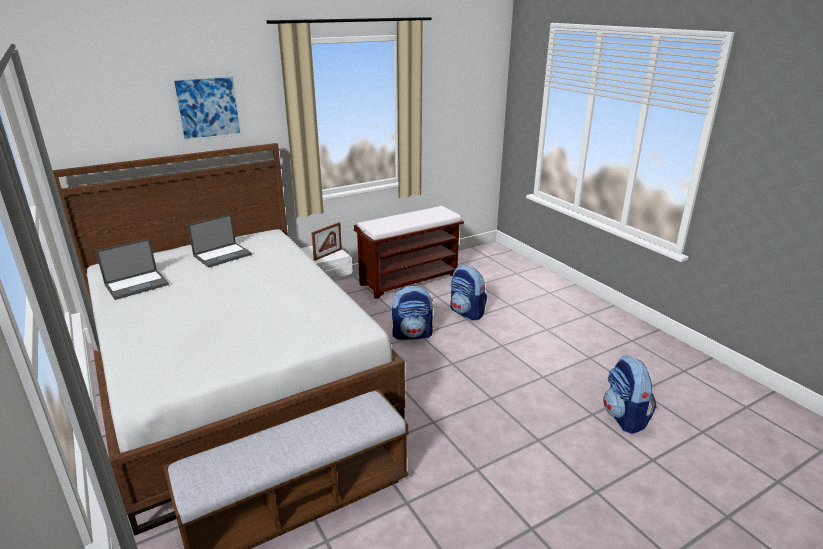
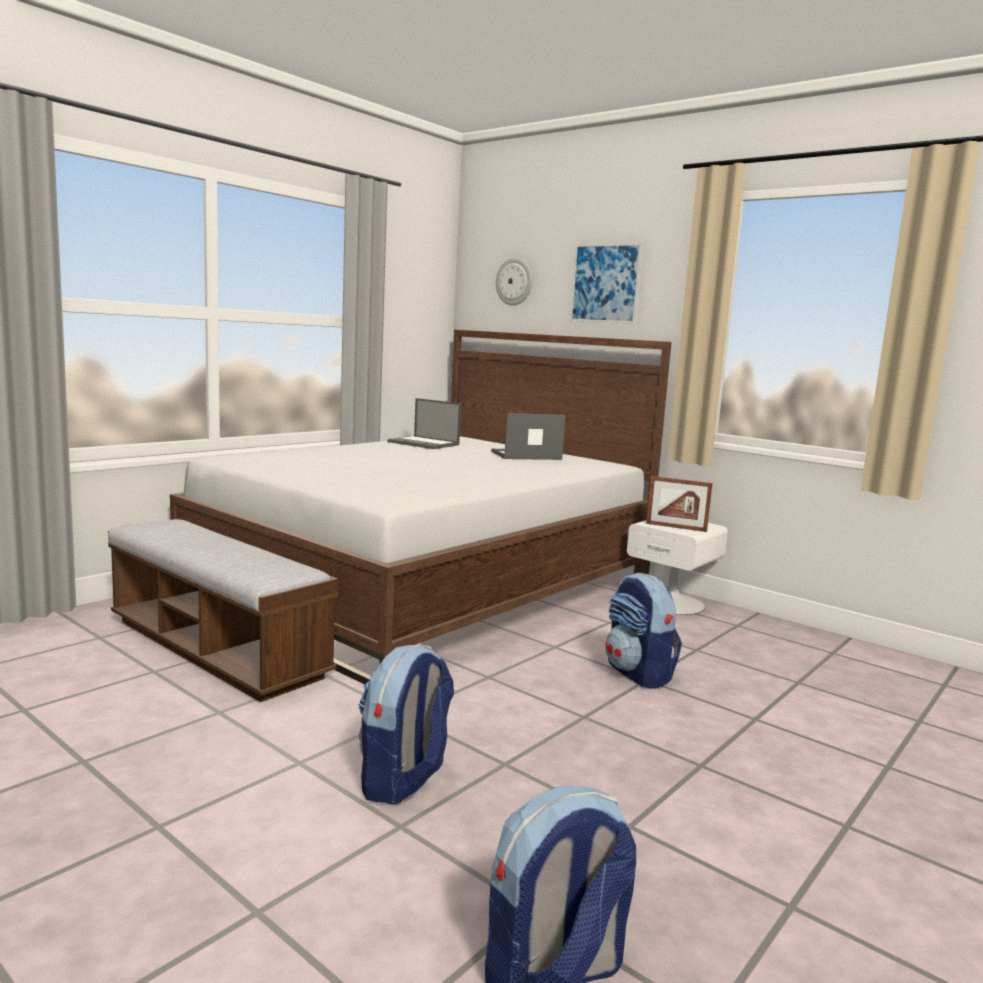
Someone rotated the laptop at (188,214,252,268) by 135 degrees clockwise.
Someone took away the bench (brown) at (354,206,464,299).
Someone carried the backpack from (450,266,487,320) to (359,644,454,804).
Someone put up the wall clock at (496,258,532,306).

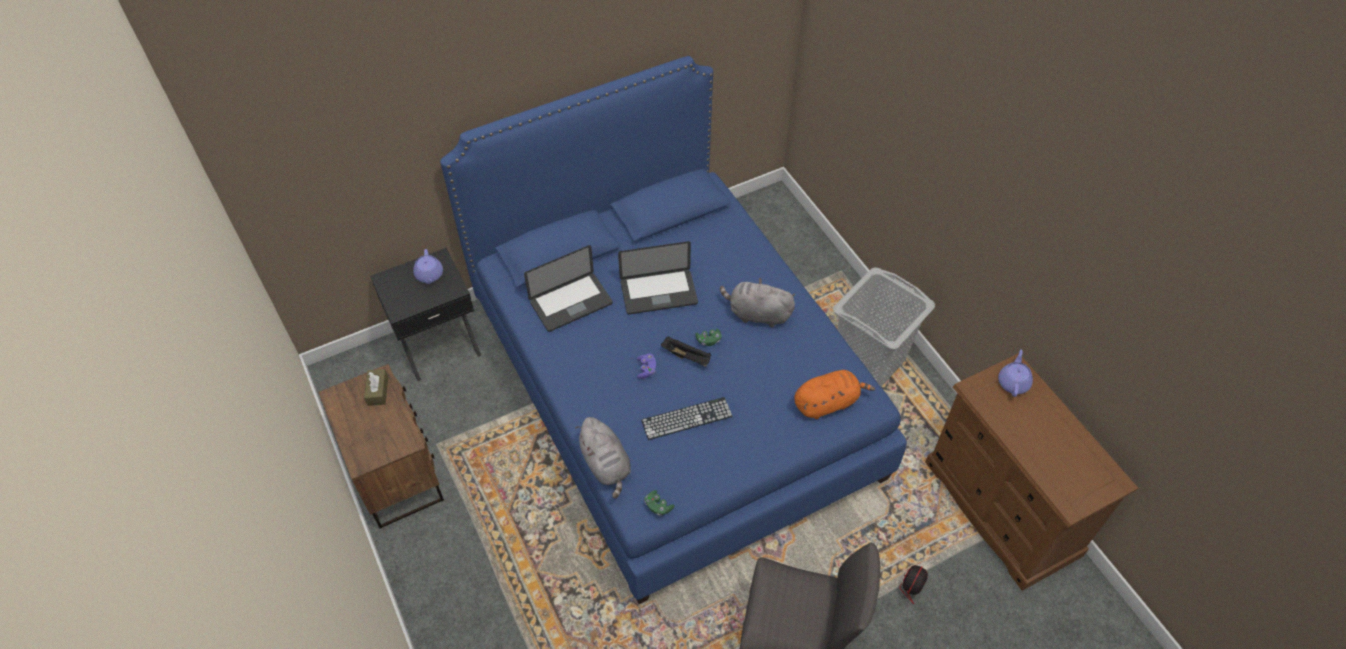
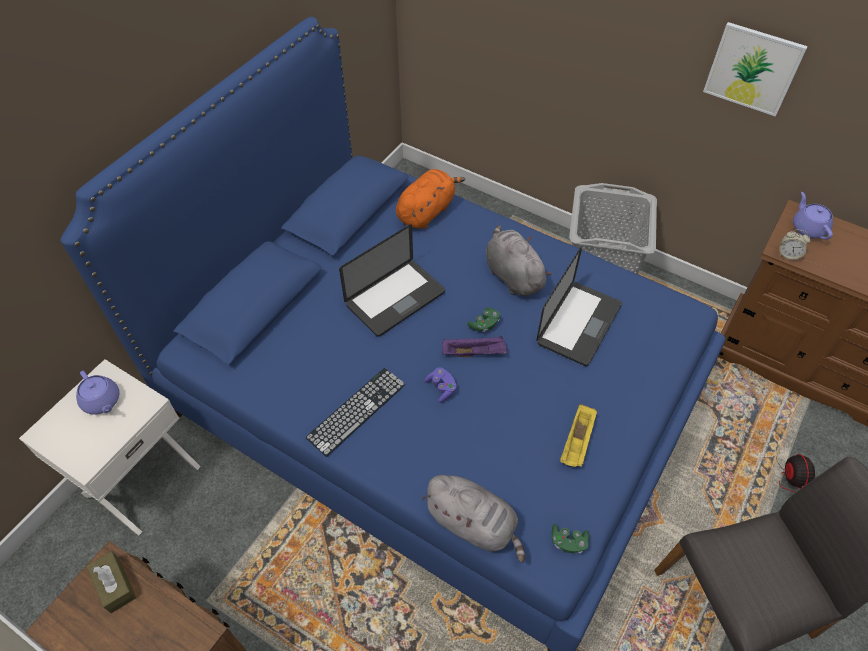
Someone repainted the nightstand (black) at (370,248,481,381), which became the nightstand (white) at (19,359,201,535).
Someone carried the laptop from (524,245,613,332) to (536,247,622,366).
Someone carried the keyboard from (641,397,733,440) to (305,368,406,457).
Someone repainted the tray (black) at (661,336,711,367), which became the tray (purple) at (442,336,507,357).
Someone rotated the plush toy (grey) at (720,278,795,327) by 75 degrees clockwise.
Someone carried the plush toy (orange) from (794,370,876,419) to (396,169,465,229).
Someone put down the tray (yellow) at (560,404,597,467).
Someone put up the picture at (703,22,808,117).
Someone put down the alarm clock at (779,229,810,260).

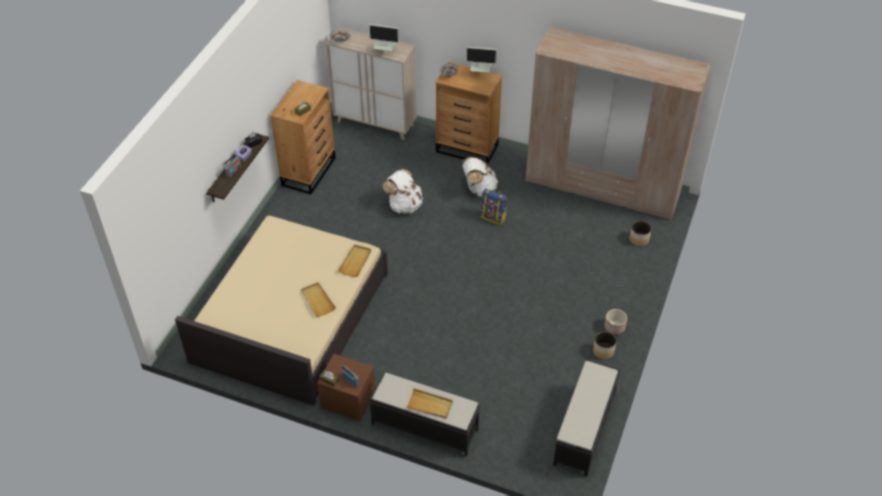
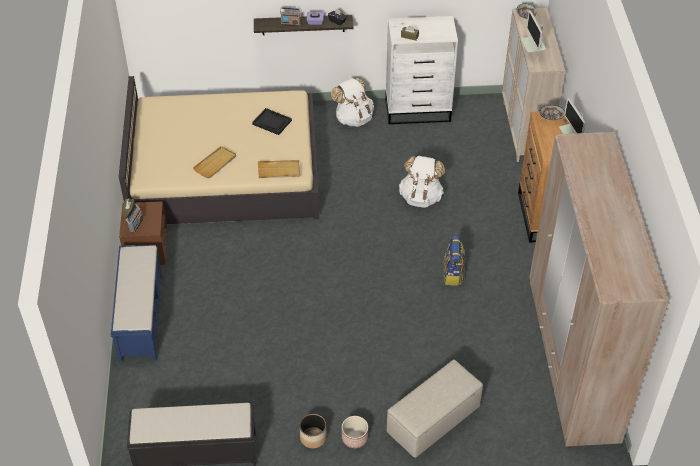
Someone repainted the dresser (brown) at (270,80,336,194), which became the dresser (white) at (385,16,458,125).
Someone repainted the bench (black) at (369,373,481,457), which became the bench (blue) at (111,245,162,362).
Someone took away the tray (beige) at (406,388,453,419).
Someone carried the backpack (white) from (462,157,498,197) to (331,77,374,127).
Someone took away the planter at (630,221,651,246).
Someone put down the tray (black) at (252,108,292,135).
Someone put down the ottoman (beige) at (387,360,483,458).

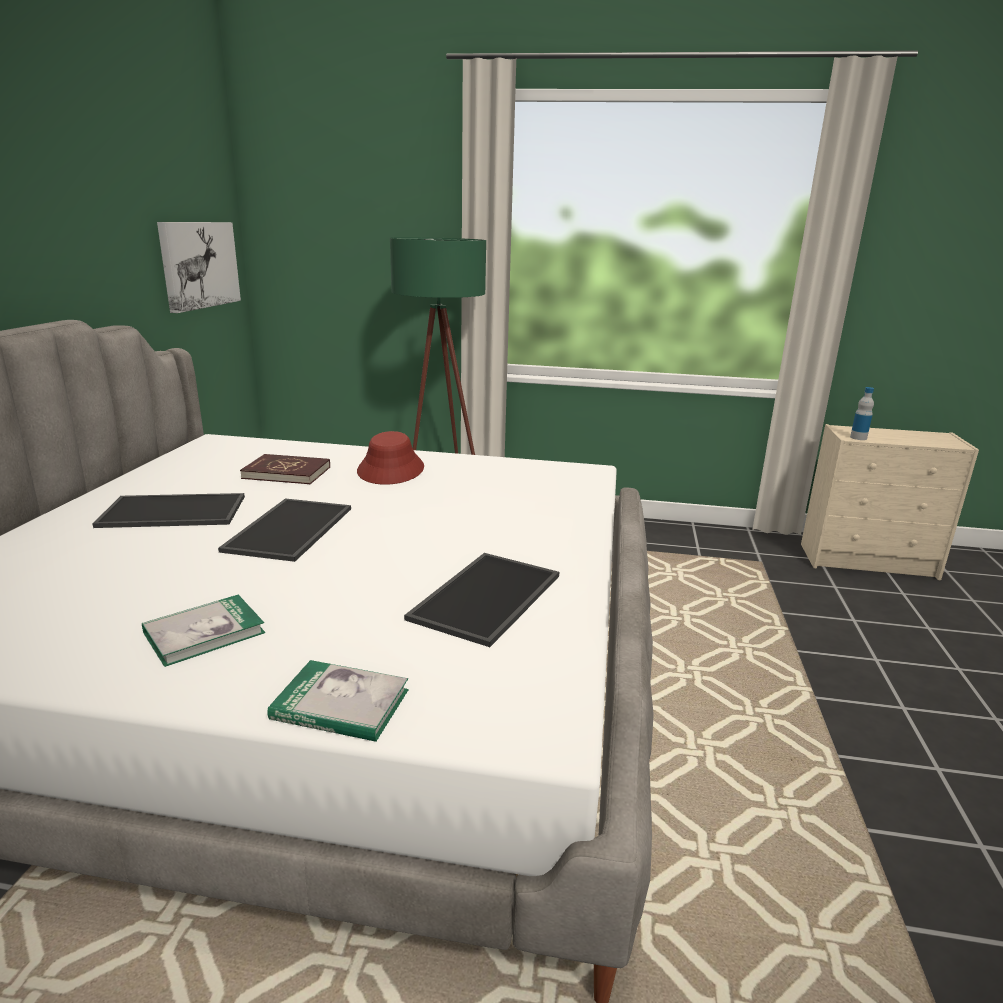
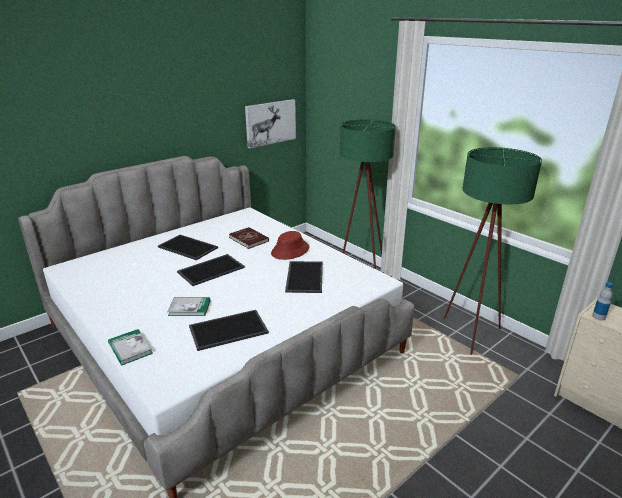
Someone carried the book from (142,594,265,667) to (167,297,210,316).
Someone put down the tray at (285,261,323,293).
Someone put down the floor lamp (green) at (444,147,542,355).

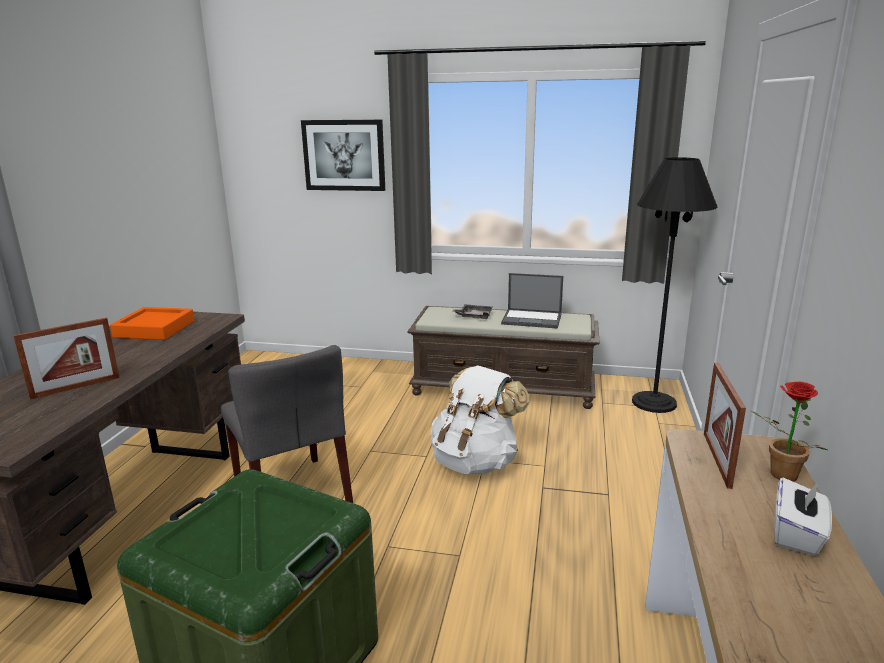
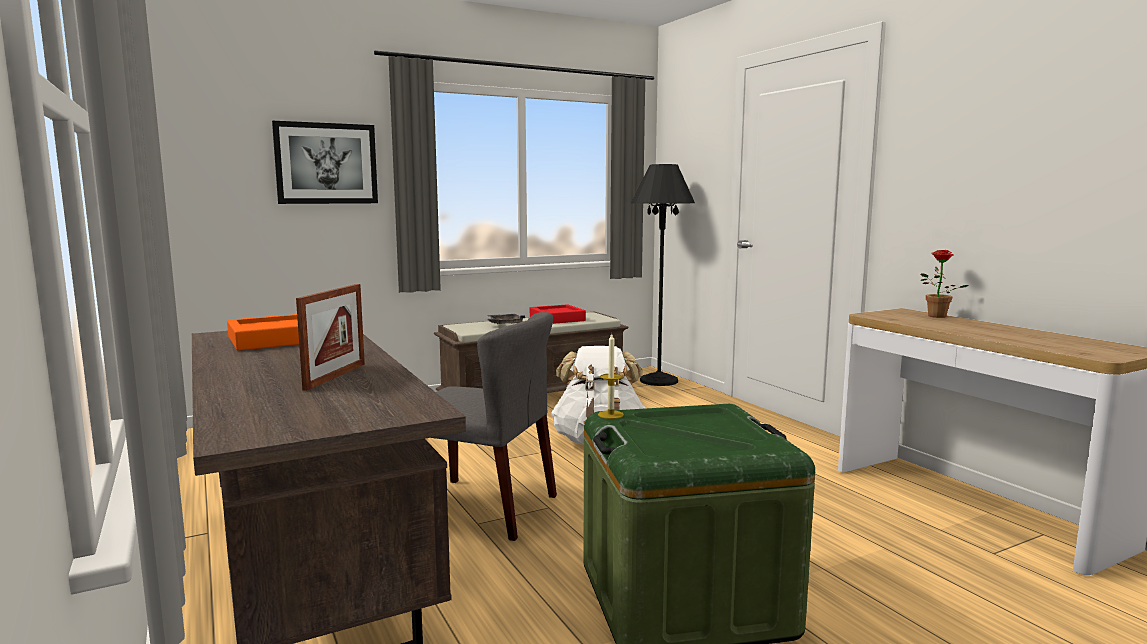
Someone swapped the laptop at (501,273,563,329) for the tray (red) at (530,304,586,324).
Someone took away the picture frame at (704,363,746,489).
Someone took away the tissue box (white) at (774,478,832,556).
Someone put down the candle at (598,332,624,419).

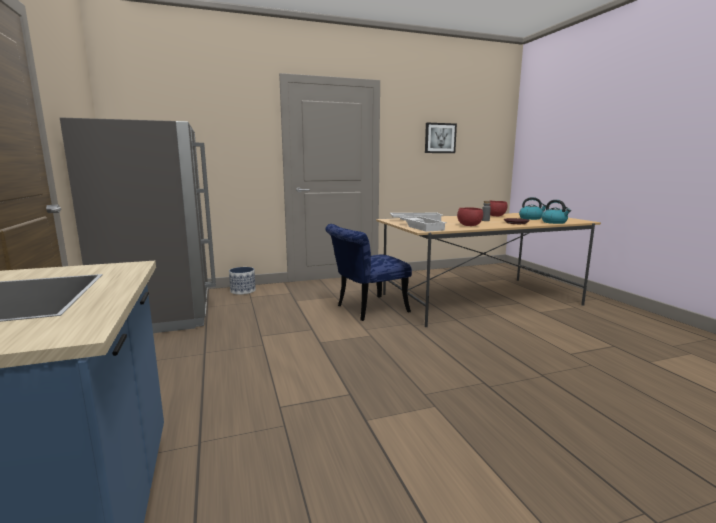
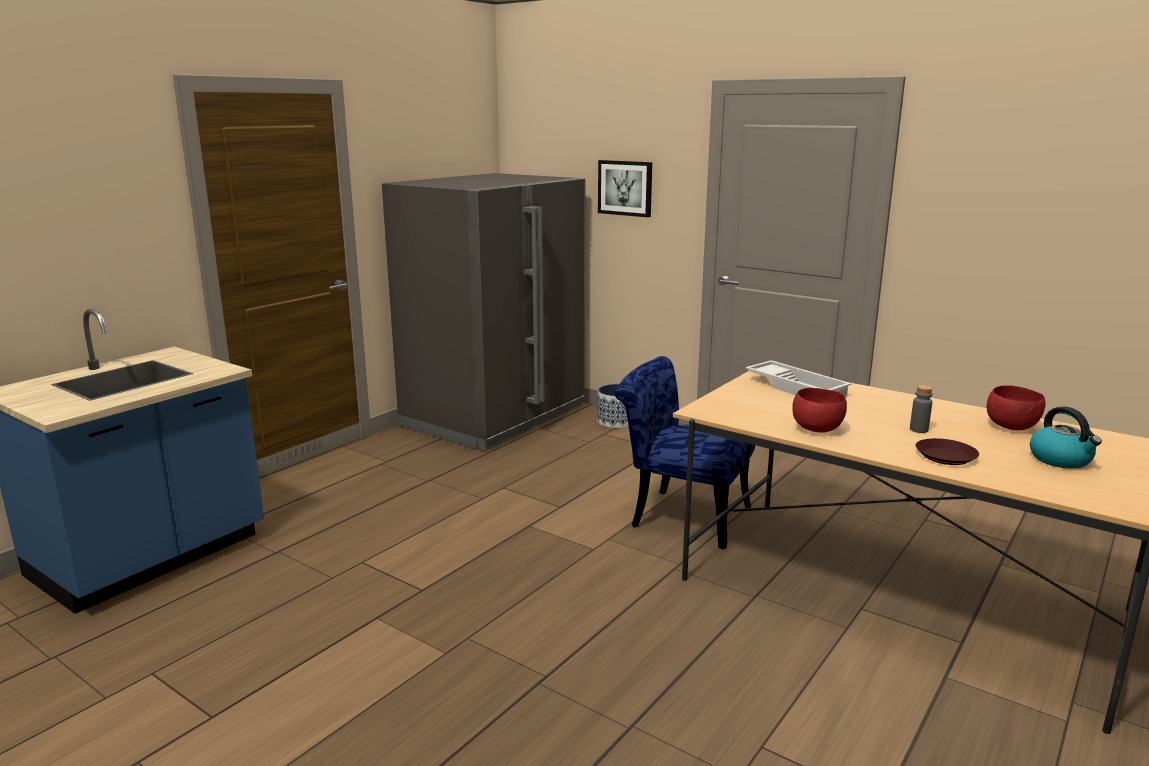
Someone took away the tray (white) at (398,216,447,232).
Someone carried the picture from (425,123,457,153) to (598,160,652,217).
Someone took away the kettle at (542,200,571,224).

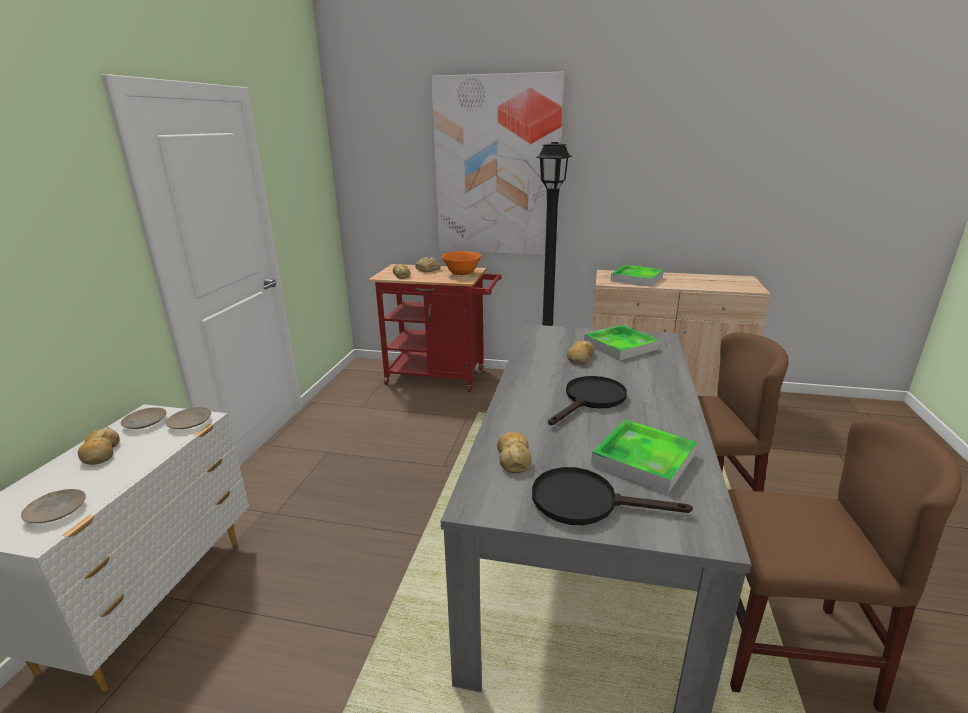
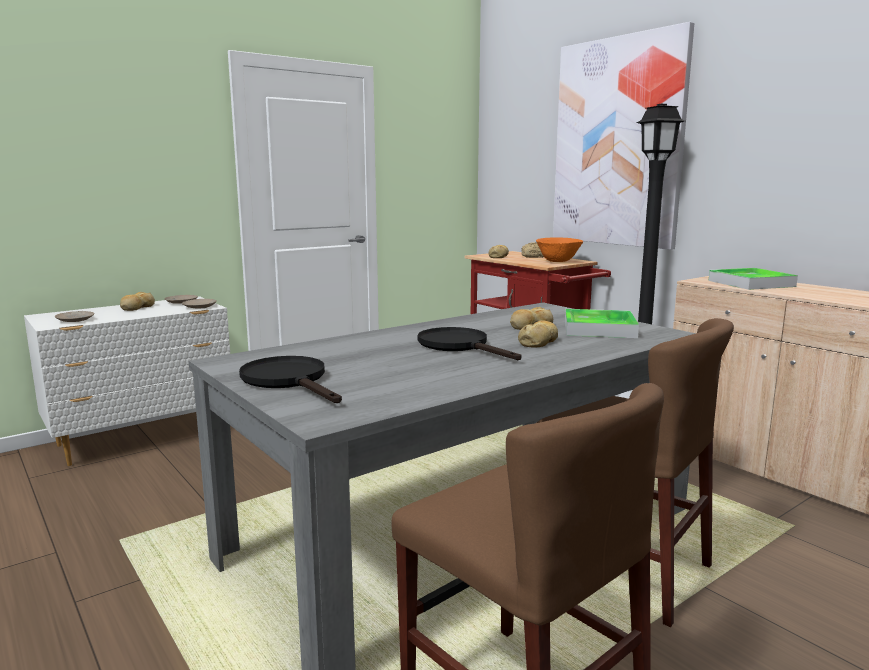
Someone carried the bread from (497,432,532,473) to (518,321,558,348).
Someone rotated the frying pan (black) at (548,376,627,425) by 120 degrees counterclockwise.
Someone took away the tray at (591,419,697,494).

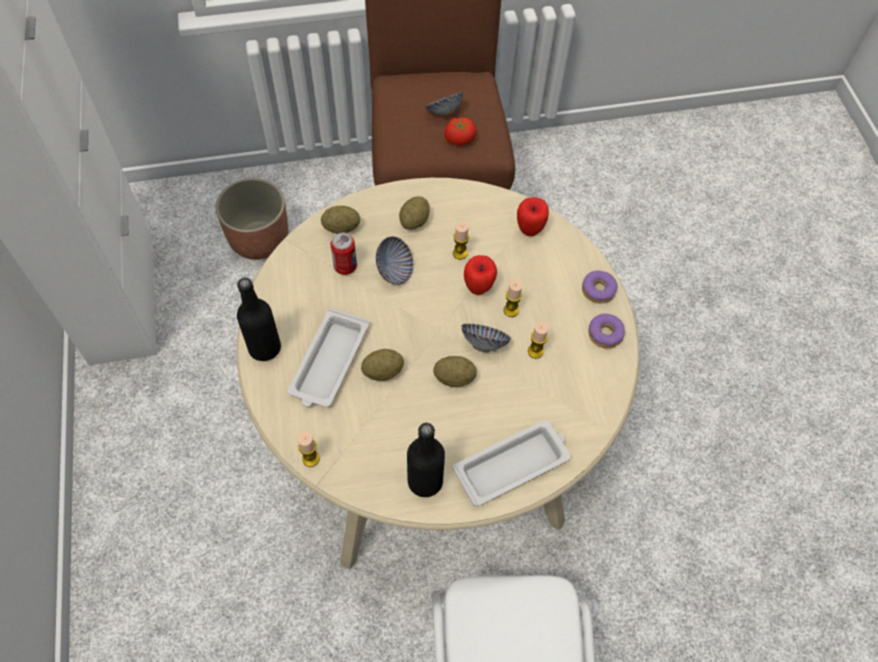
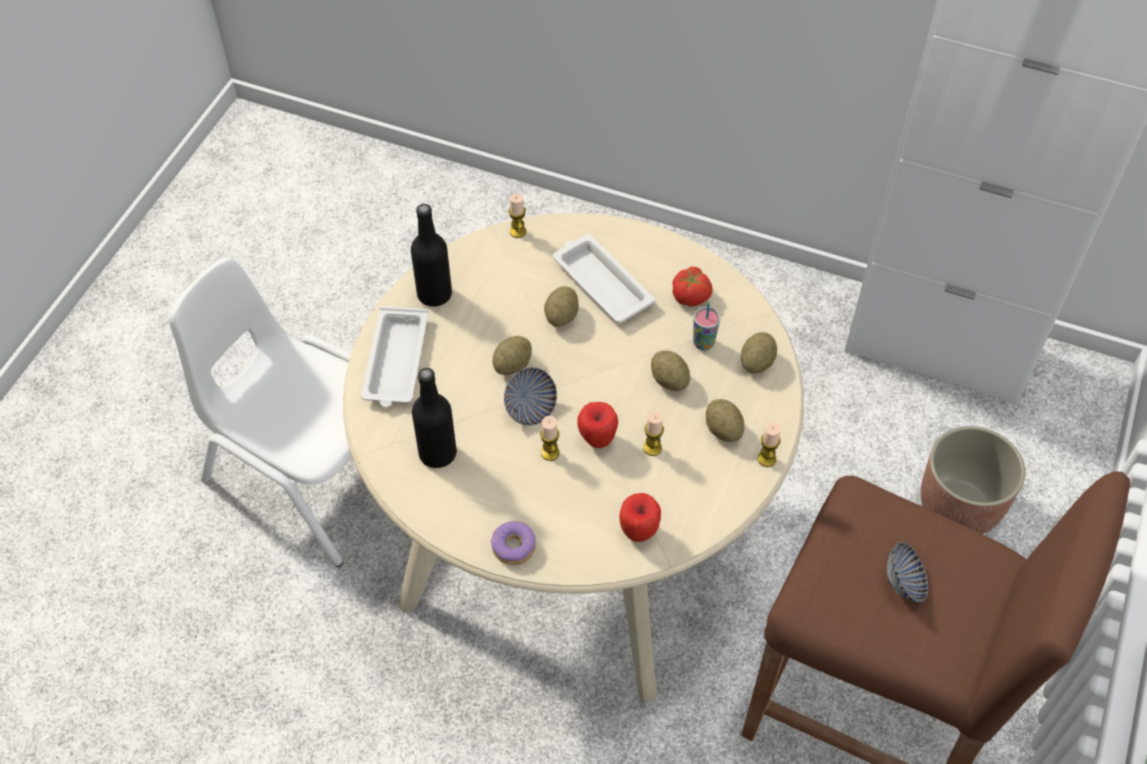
Someone carried the bottle (black) from (237,278,281,361) to (412,368,457,468).
Someone swapped the can at (330,232,357,275) for the cup at (693,303,721,351).
Someone swapped the bowl at (376,236,414,285) for the potato at (651,350,690,391).
Someone carried the tomato from (444,117,477,146) to (672,266,712,307).
Someone carried the candle from (528,322,548,359) to (757,422,781,467).
Someone took away the donut at (588,314,626,349).

